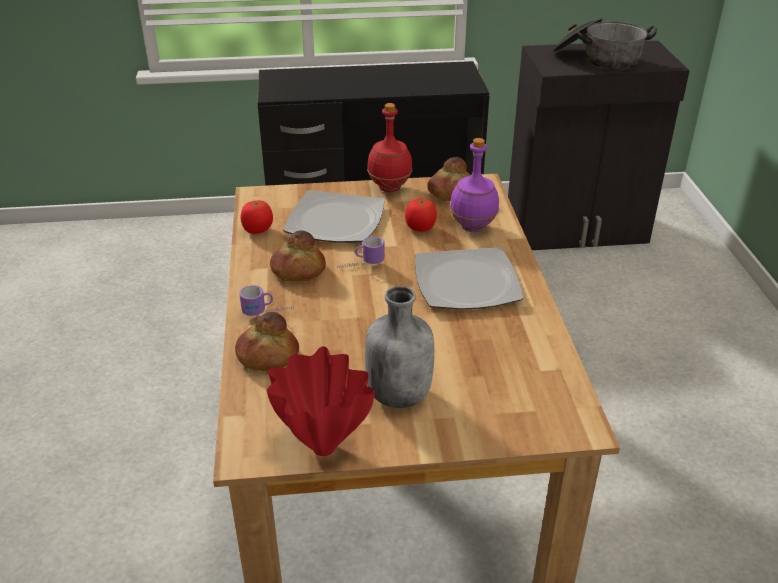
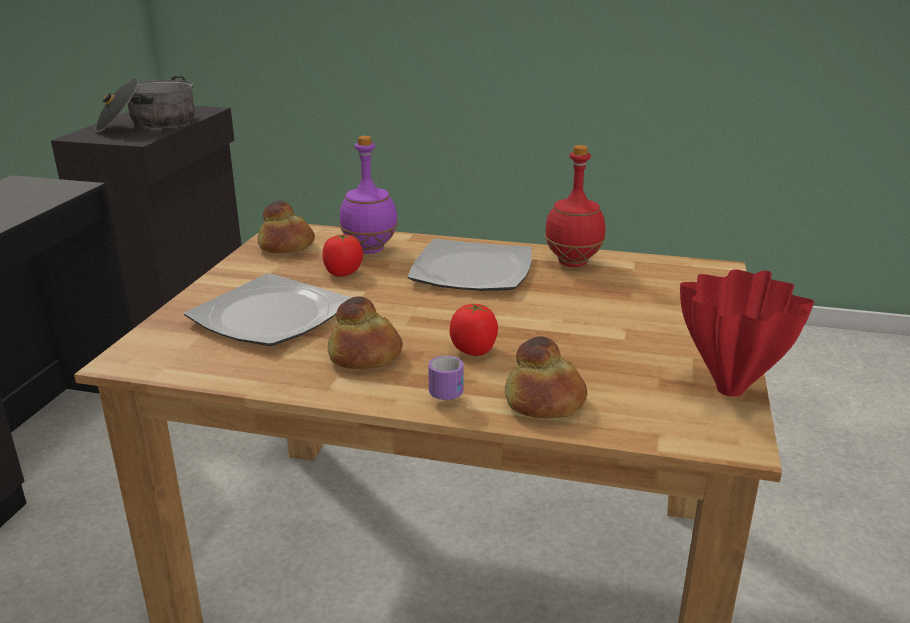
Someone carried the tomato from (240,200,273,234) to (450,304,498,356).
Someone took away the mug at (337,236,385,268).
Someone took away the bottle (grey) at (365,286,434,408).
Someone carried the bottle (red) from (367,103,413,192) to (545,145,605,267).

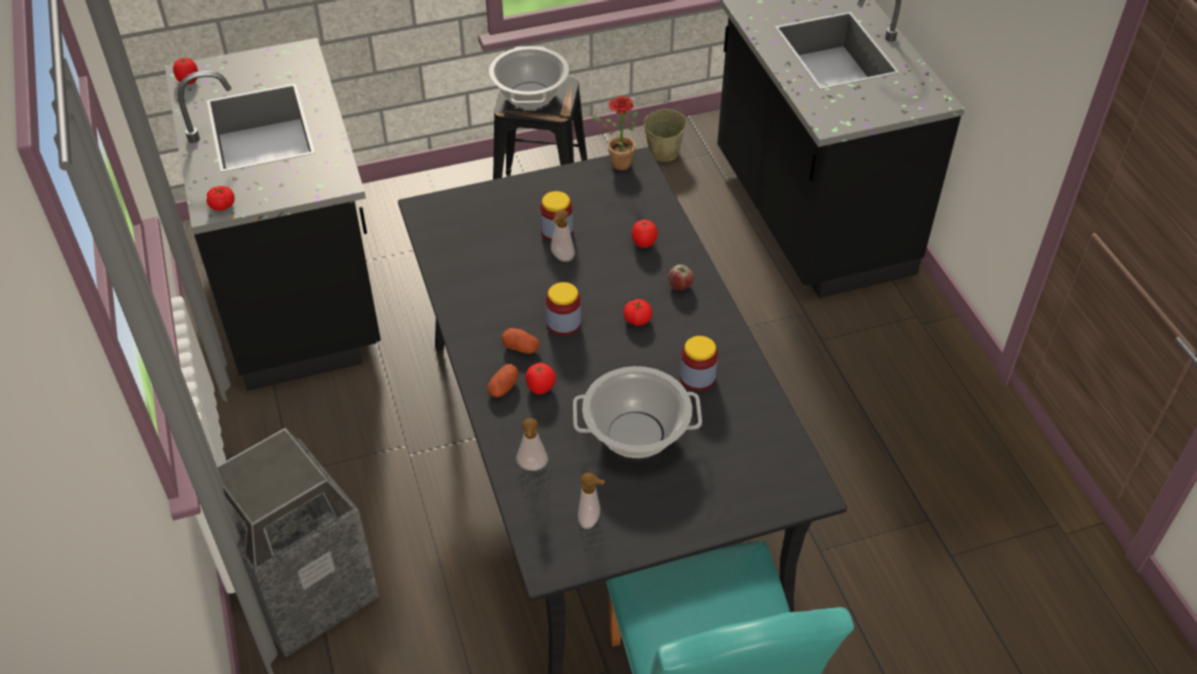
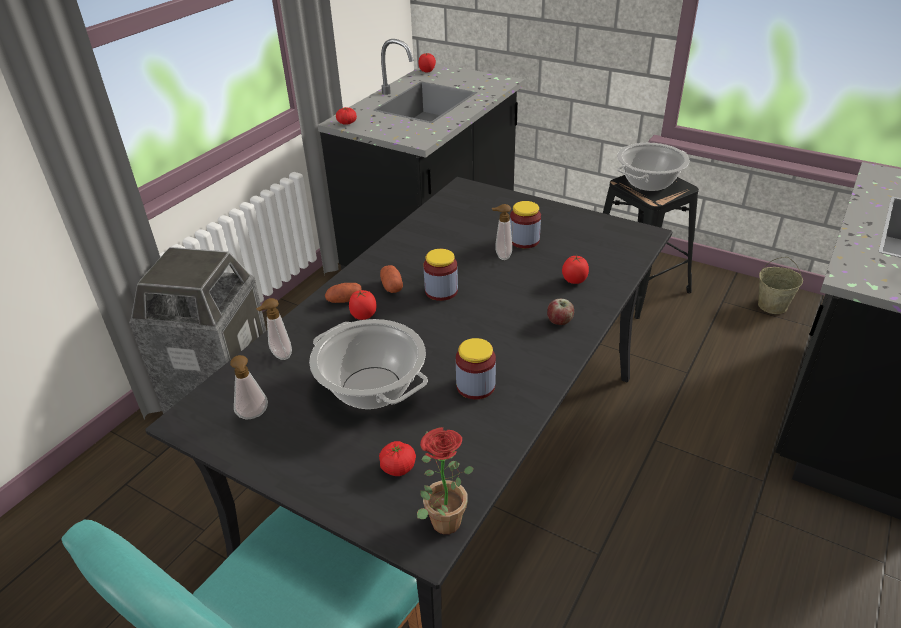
Someone carried the potted plant from (591,96,638,171) to (417,427,474,534).
Someone carried the tomato from (624,299,652,326) to (379,441,416,476).

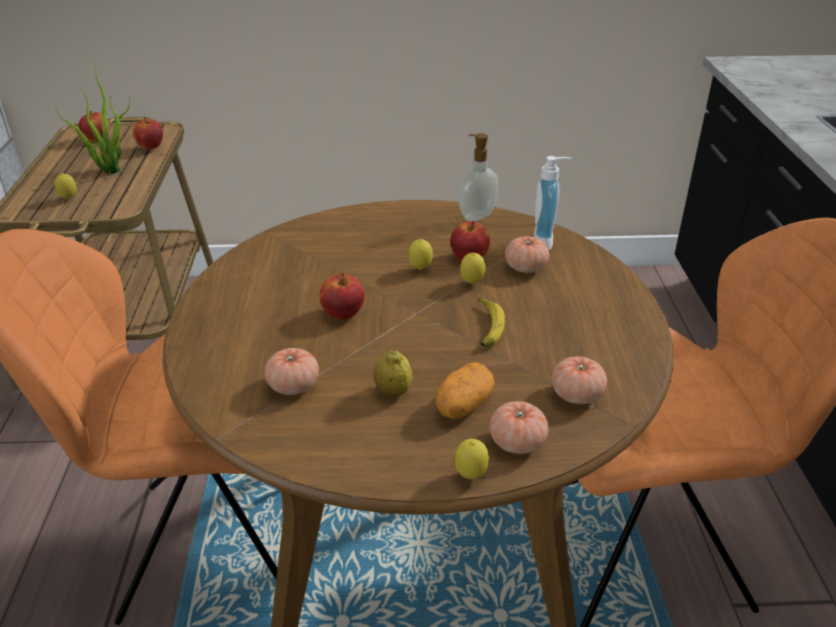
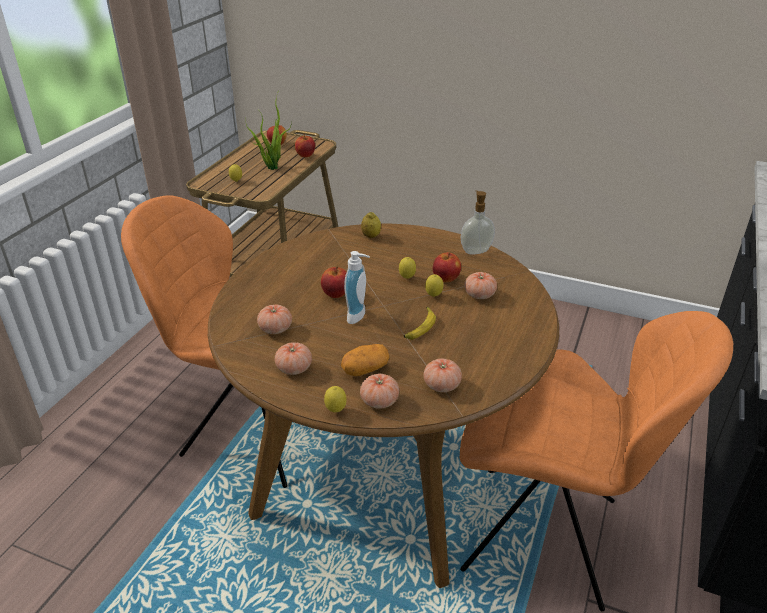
Someone carried the lemon from (374,351,412,397) to (361,212,381,238).
Someone carried the soap dispenser from (533,156,572,250) to (344,251,370,324).
Someone put down the tomato at (275,342,312,375).

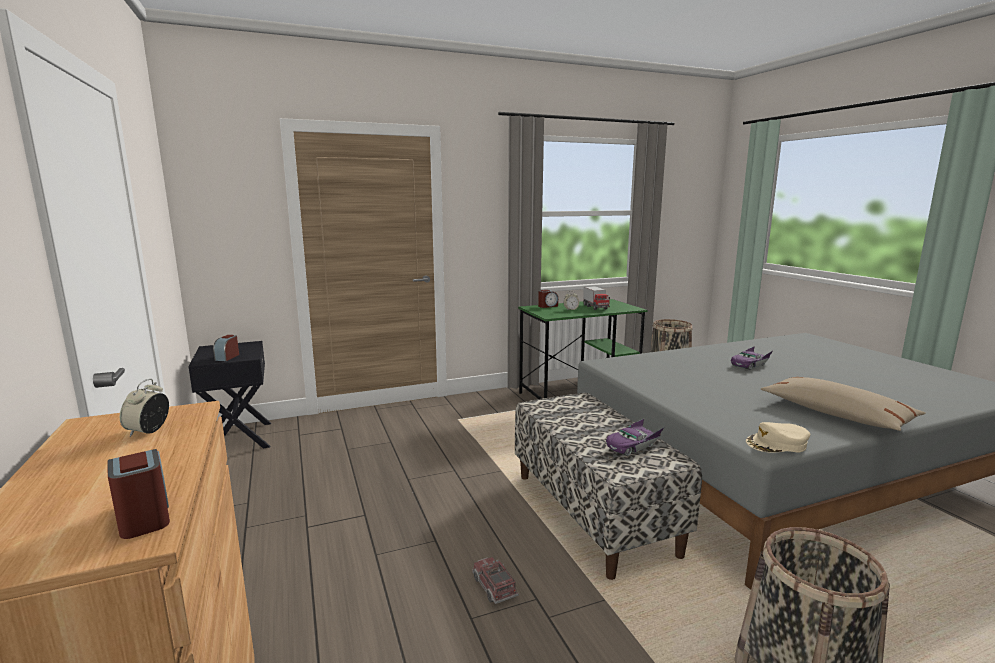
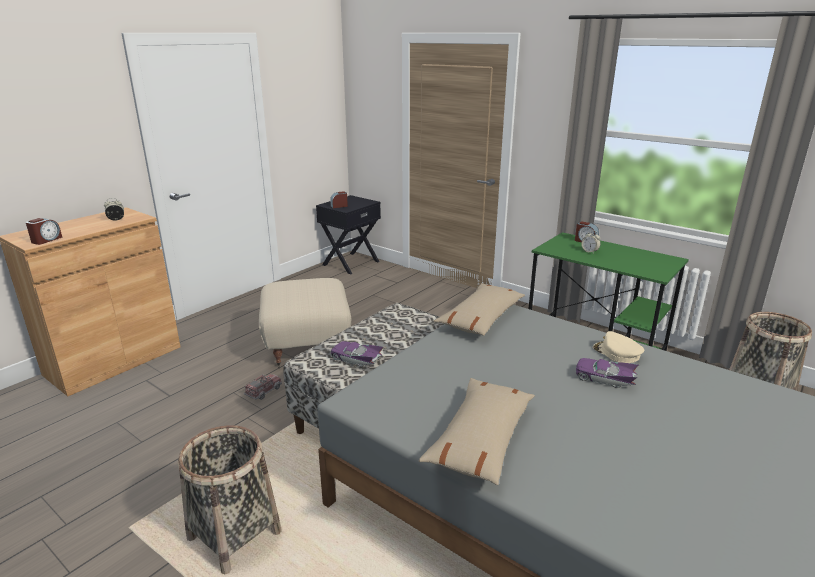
Someone took away the toy truck at (583,286,610,310).
Someone carried the cap (beige) from (746,422,810,453) to (593,331,644,363).
Someone put down the ottoman (beige) at (259,278,351,368).
Someone put down the pillow (beige) at (434,283,525,336).

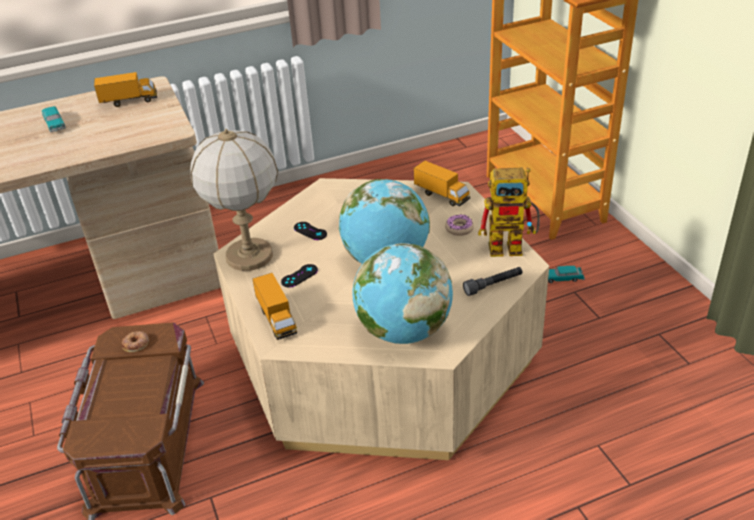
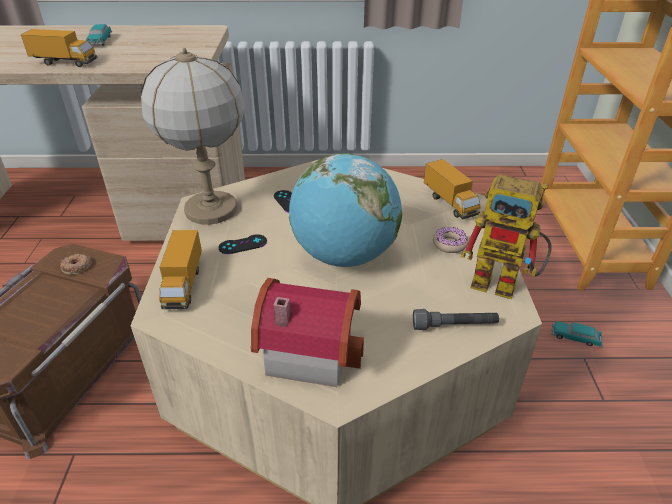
Someone carried the toy truck from (94,72,157,107) to (21,29,97,67).
Someone swapped the globe at (352,243,453,344) for the toy house at (251,278,364,387).

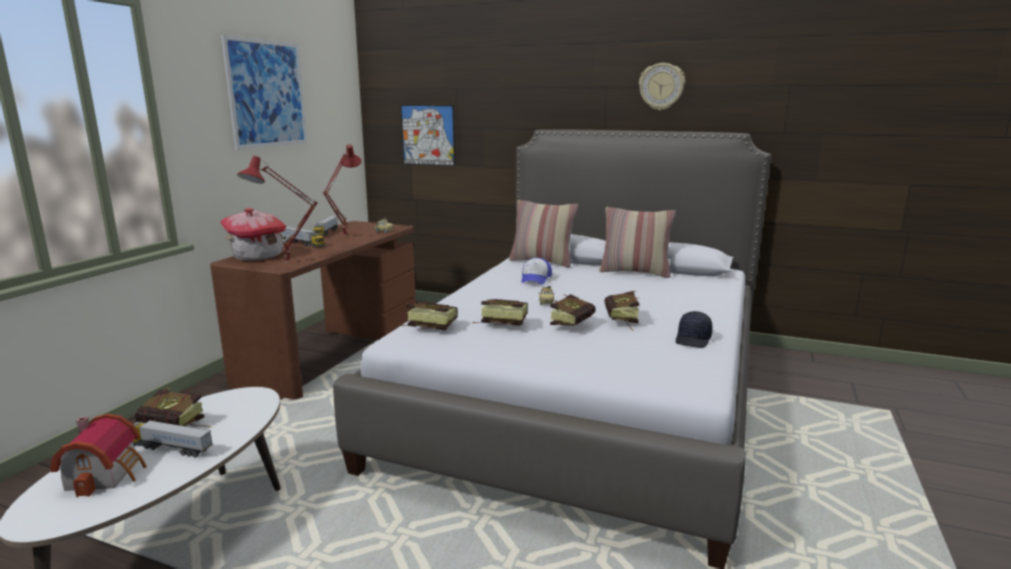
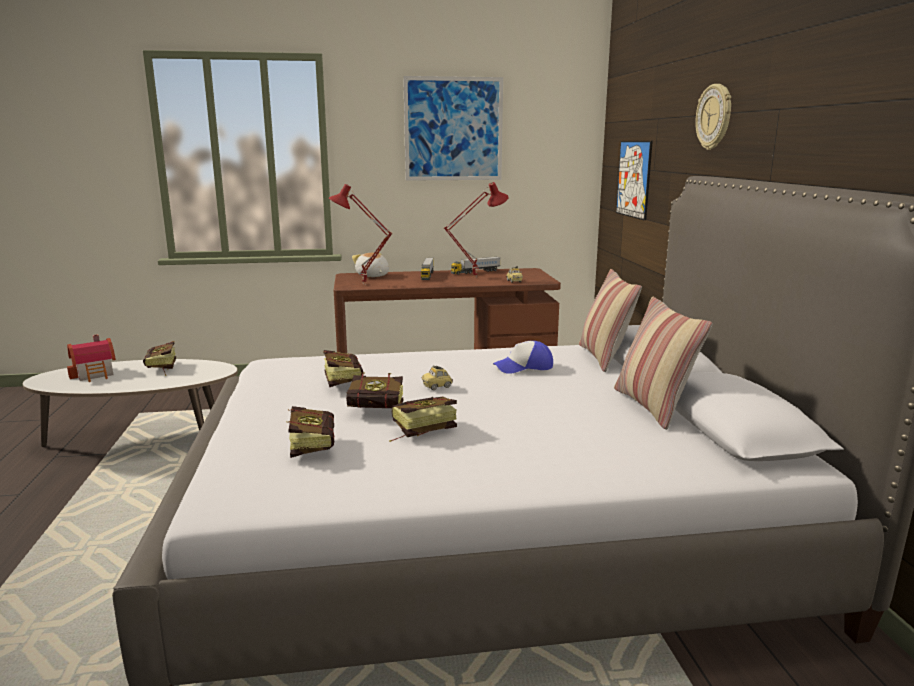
Someone took away the toy truck at (132,420,213,458).
Someone swapped the toy house at (220,208,286,260) for the plush toy at (352,253,389,277).
Someone carried the book from (401,303,458,331) to (286,406,335,458).
Someone carried the wall clock from (639,63,685,110) to (695,84,731,150).
Someone took away the cap (black) at (676,311,713,348).

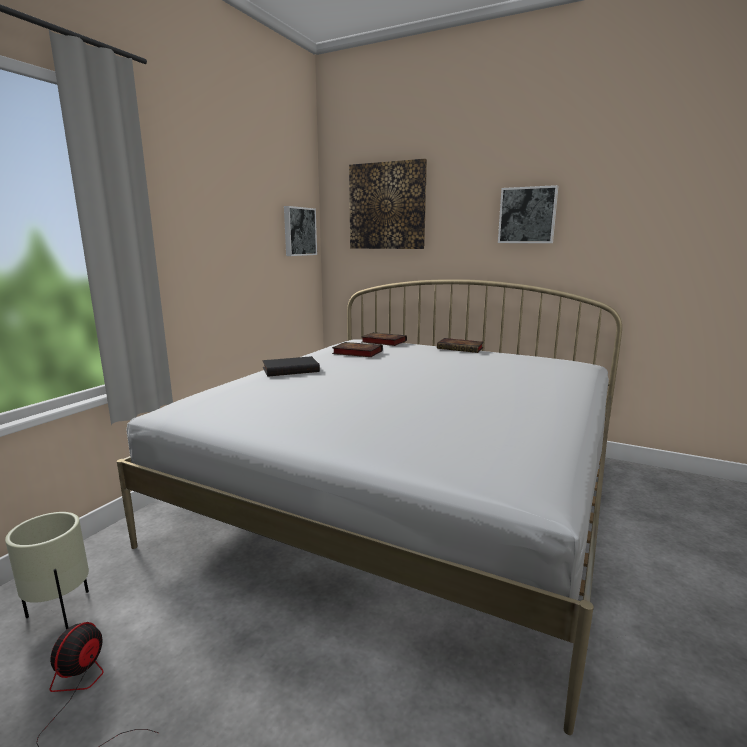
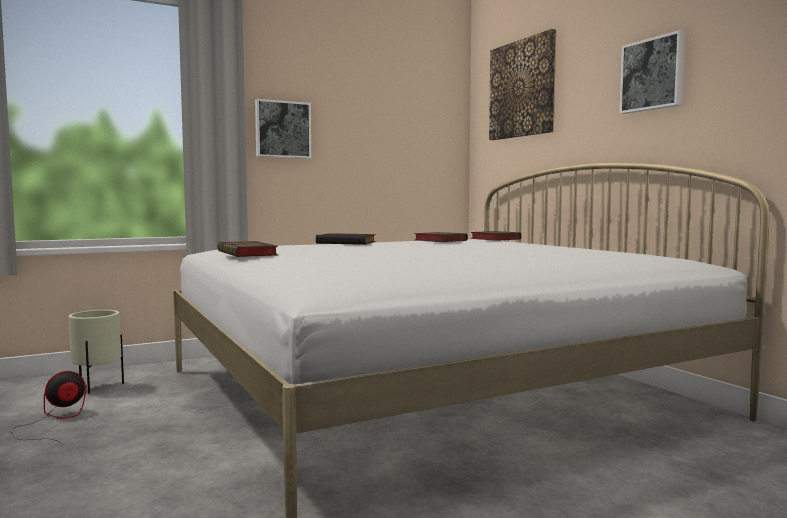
Someone carried the picture from (284,206,317,256) to (255,99,311,158).
Someone carried the book from (437,338,484,353) to (218,241,278,257).

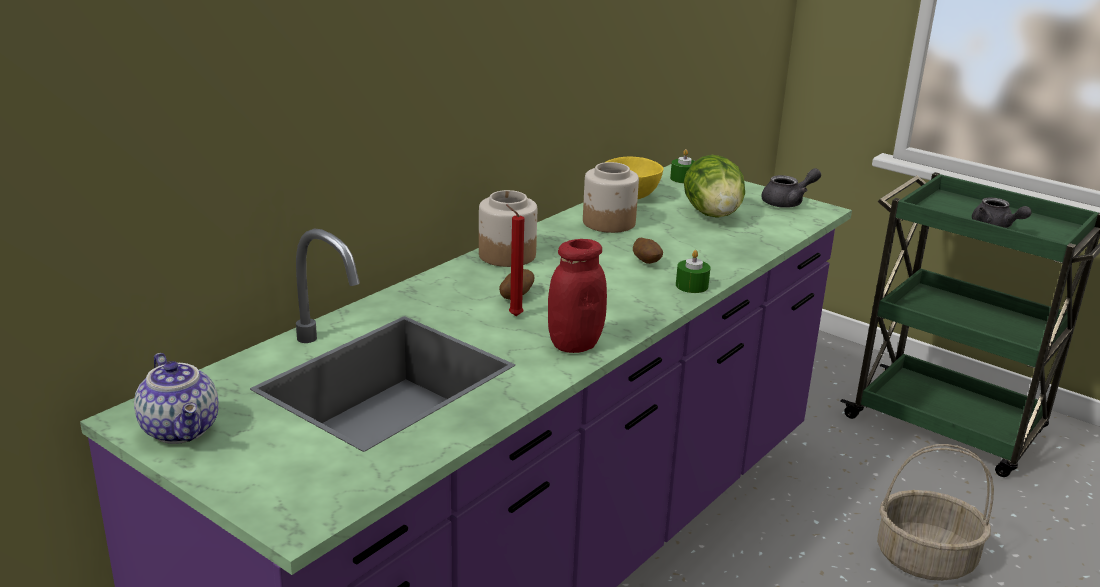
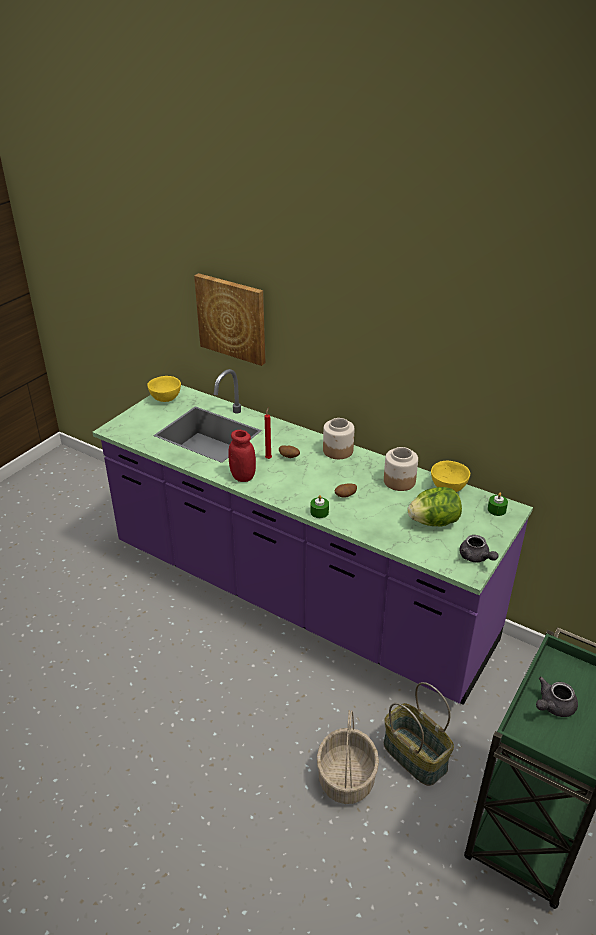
Someone swapped the teapot at (134,353,219,444) for the bowl (yellow) at (147,376,181,402).
Someone put up the picture at (194,273,266,366).
Someone put down the basket at (384,682,454,786).

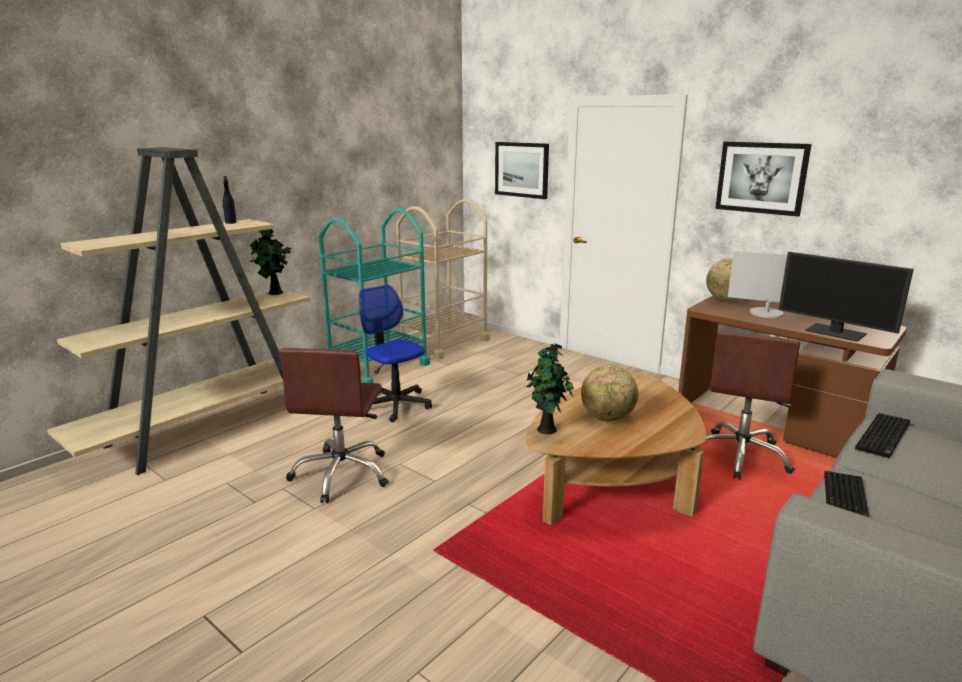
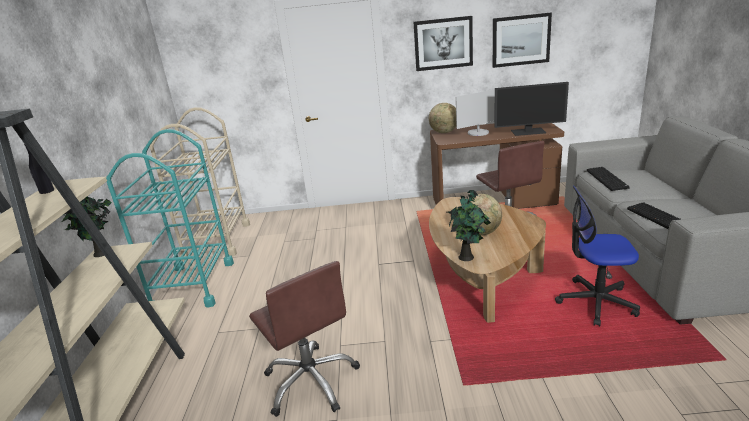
Someone carried the office chair from (359,285,432,422) to (555,185,640,326).
Someone carried the picture from (495,142,549,199) to (493,13,552,68).

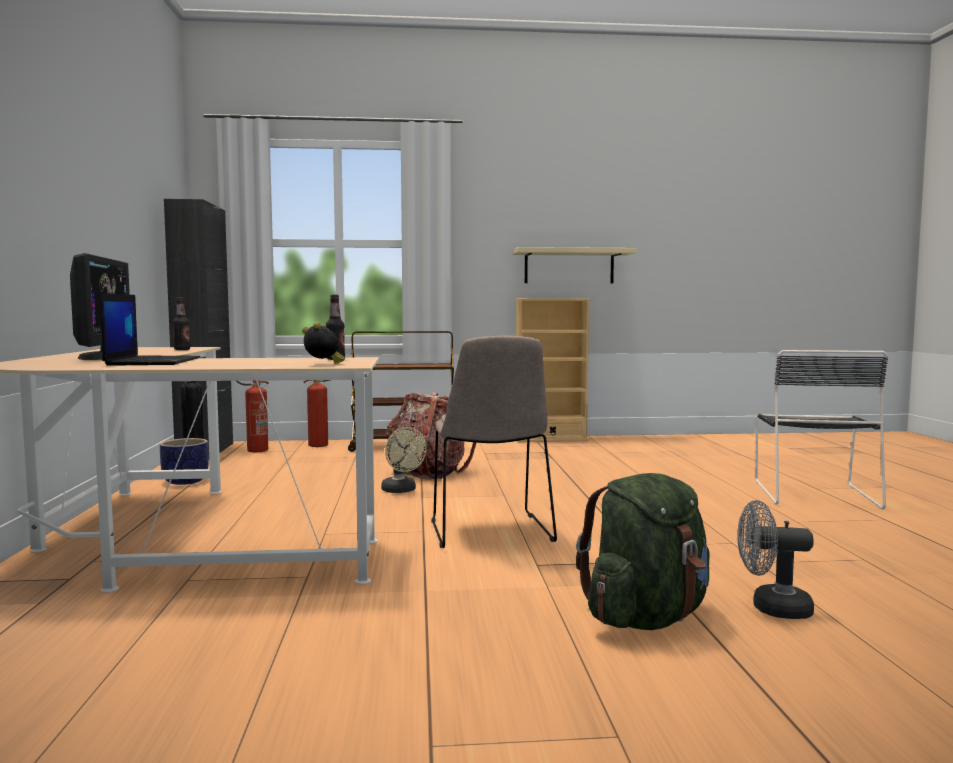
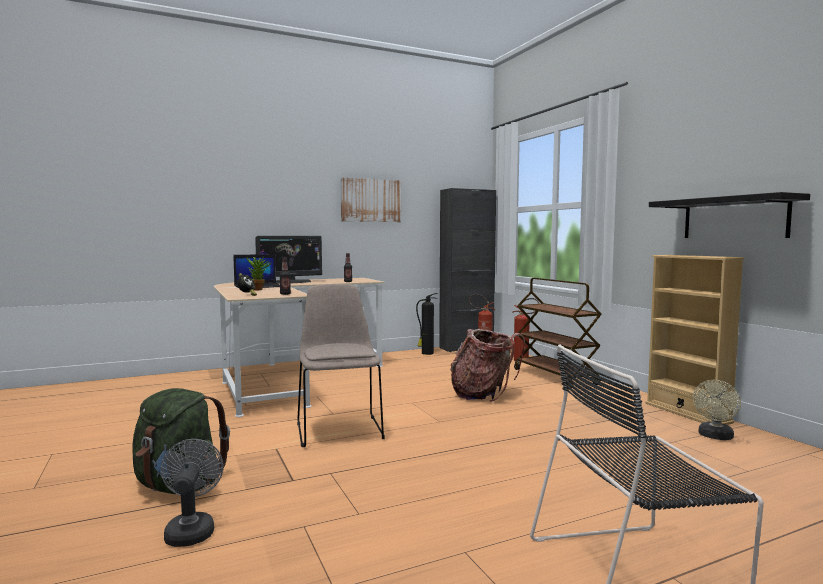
Someone took away the planter at (160,438,209,485).
Someone carried the fan (beige) from (381,427,427,493) to (693,380,741,440).
Someone rotated the chair (beige) at (431,336,557,548) by 105 degrees clockwise.
Someone repainted the shelf (beige) at (513,247,636,283), which became the shelf (black) at (649,192,810,238).
Someone put down the potted plant at (246,256,272,291).
Someone put up the picture at (341,178,401,222).

